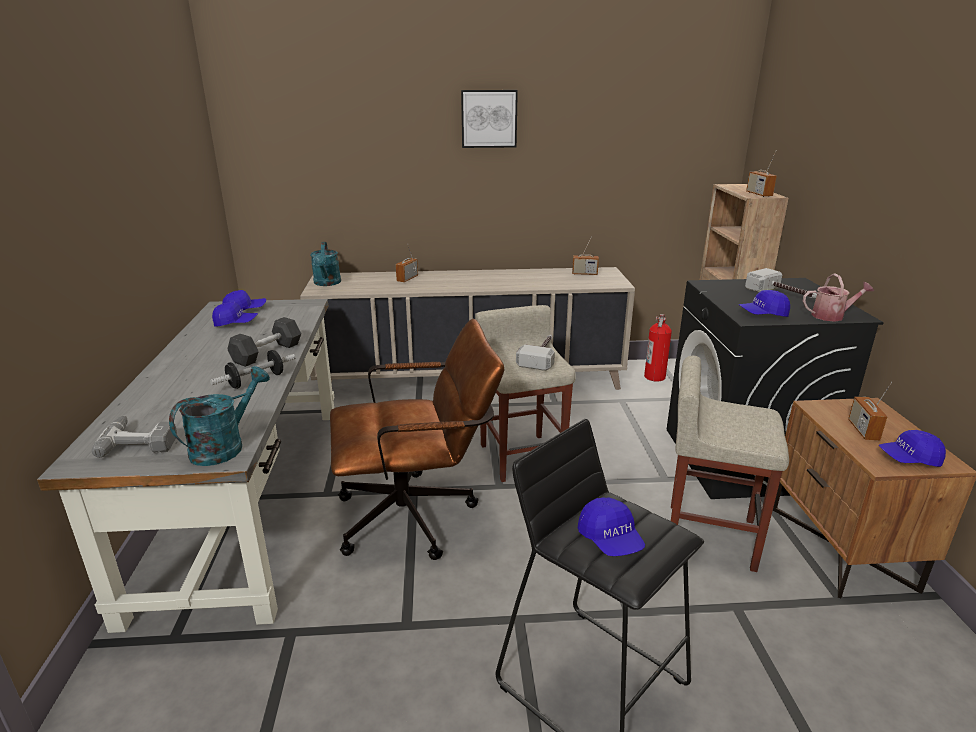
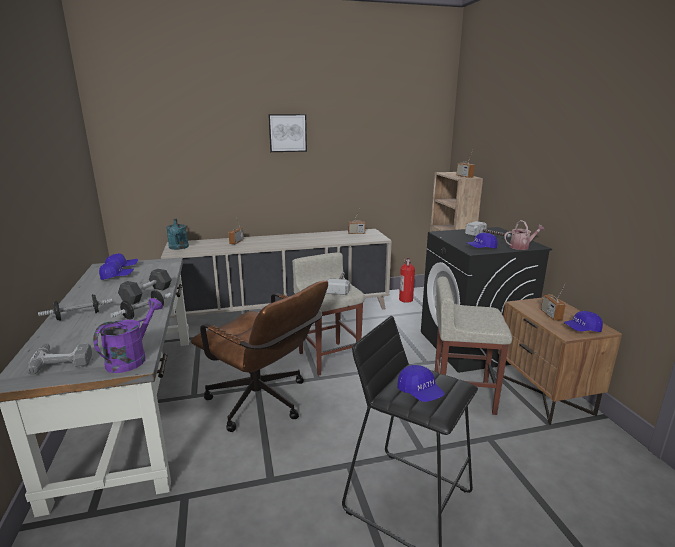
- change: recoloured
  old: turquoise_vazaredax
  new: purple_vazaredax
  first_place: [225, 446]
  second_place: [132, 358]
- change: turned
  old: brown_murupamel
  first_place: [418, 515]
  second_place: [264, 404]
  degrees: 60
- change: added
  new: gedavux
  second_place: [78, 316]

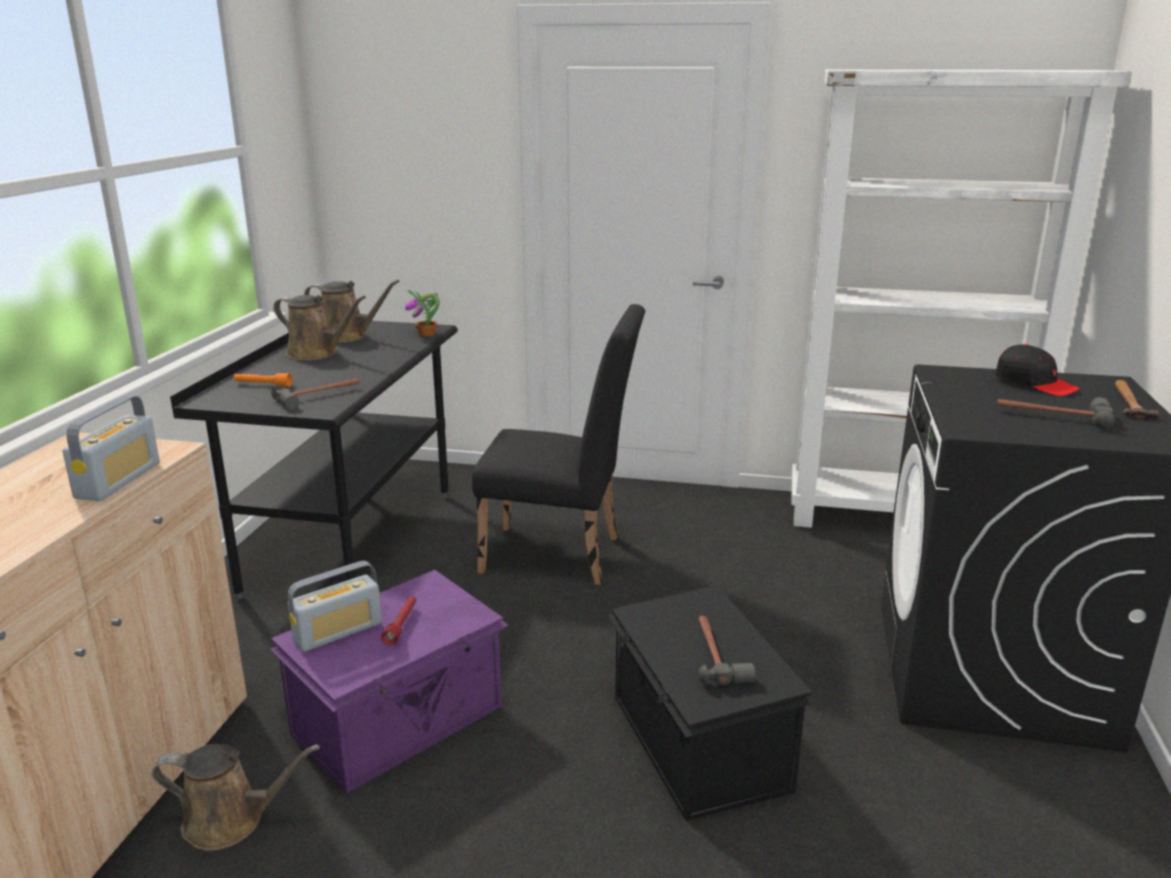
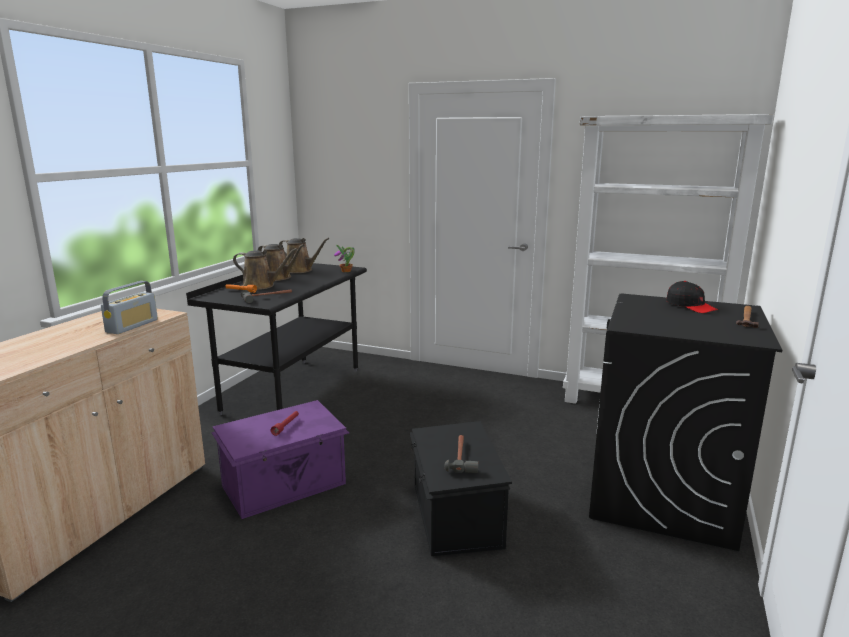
- change: moved
  old: brown_vazaredax
  first_place: [231, 821]
  second_place: [261, 286]
- change: removed
  old: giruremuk
  first_place: [338, 632]
- change: removed
  old: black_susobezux
  first_place: [561, 556]
- change: removed
  old: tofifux
  first_place: [1052, 416]

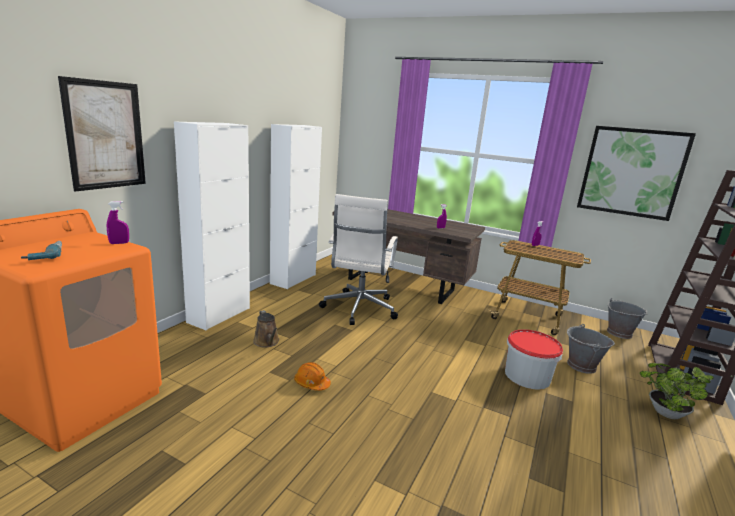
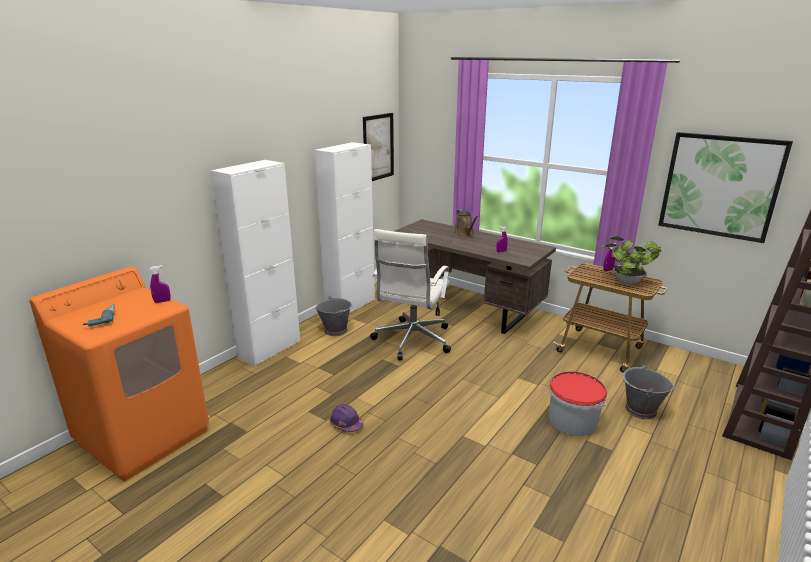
- change: moved
  old: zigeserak
  first_place: [105, 135]
  second_place: [378, 147]
- change: moved
  old: brown_vazaredax
  first_place: [267, 342]
  second_place: [464, 234]
- change: recoloured
  old: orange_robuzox
  new: purple_robuzox
  first_place: [311, 383]
  second_place: [346, 424]
- change: moved
  old: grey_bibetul
  first_place: [619, 333]
  second_place: [336, 330]
- change: moved
  old: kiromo
  first_place: [663, 413]
  second_place: [625, 282]

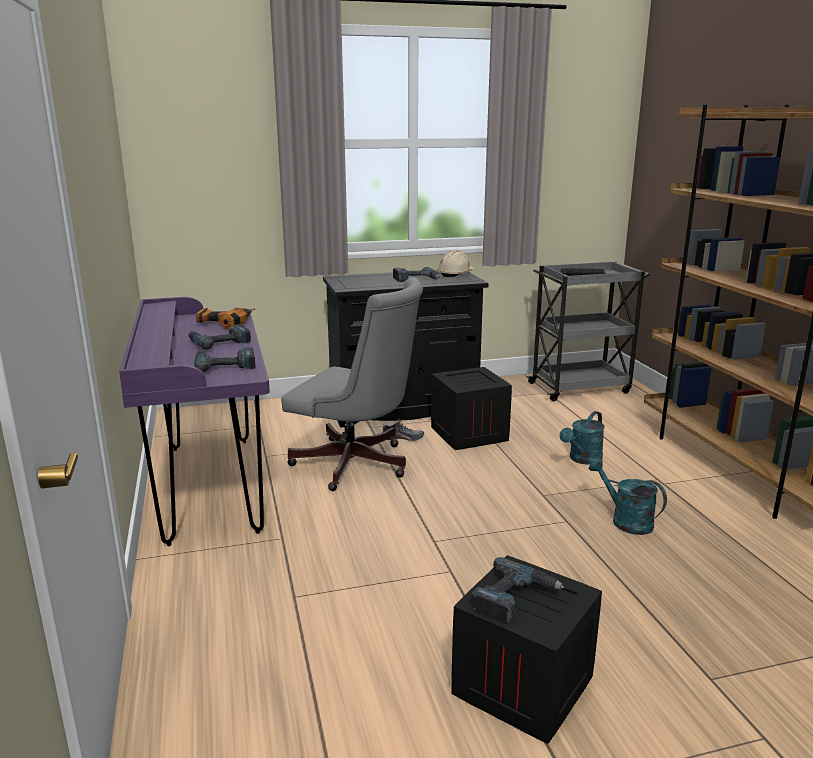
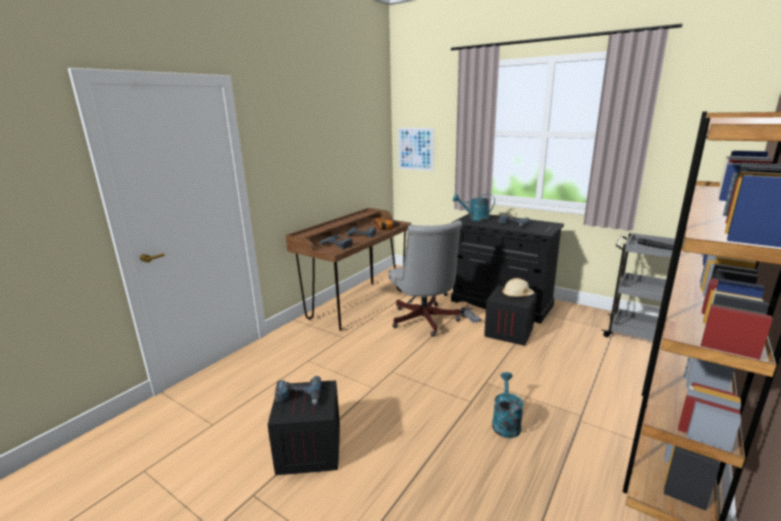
- change: recoloured
  old: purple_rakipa
  new: brown_rakipa
  first_place: [210, 487]
  second_place: [357, 304]
- change: moved
  old: beige_robuzox
  first_place: [455, 274]
  second_place: [517, 294]
- change: moved
  old: turquoise_vazaredax
  first_place: [582, 459]
  second_place: [475, 219]
- change: added
  new: zigeserak
  second_place: [415, 149]

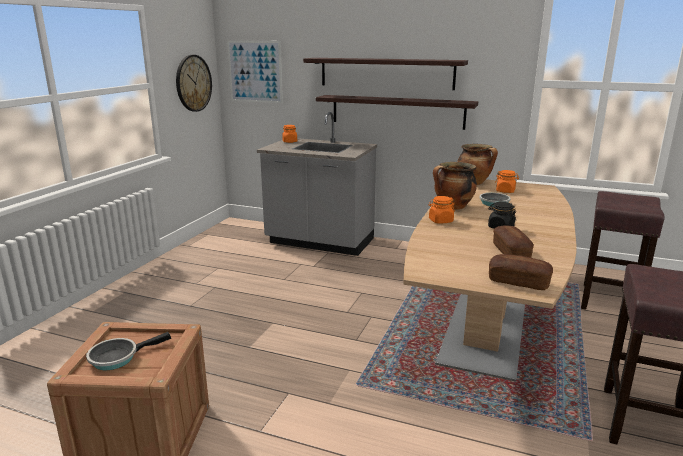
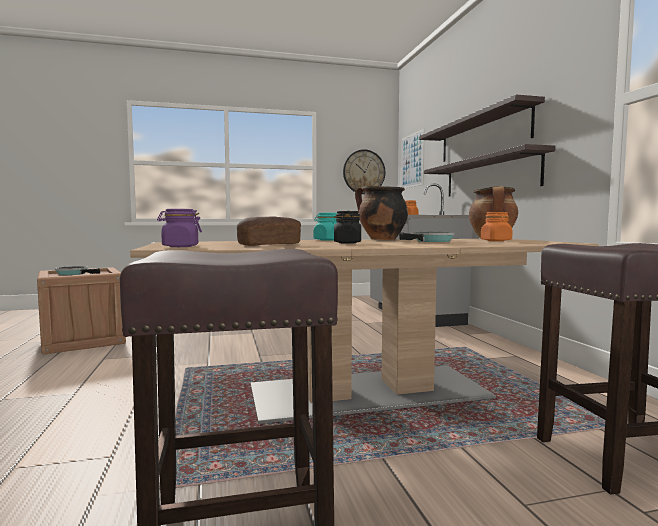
- change: recoloured
  old: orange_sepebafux
  new: turquoise_sepebafux
  first_place: [440, 221]
  second_place: [327, 240]
- change: replaced
  old: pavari
  new: purple_sepebafux
  first_place: [518, 282]
  second_place: [180, 246]

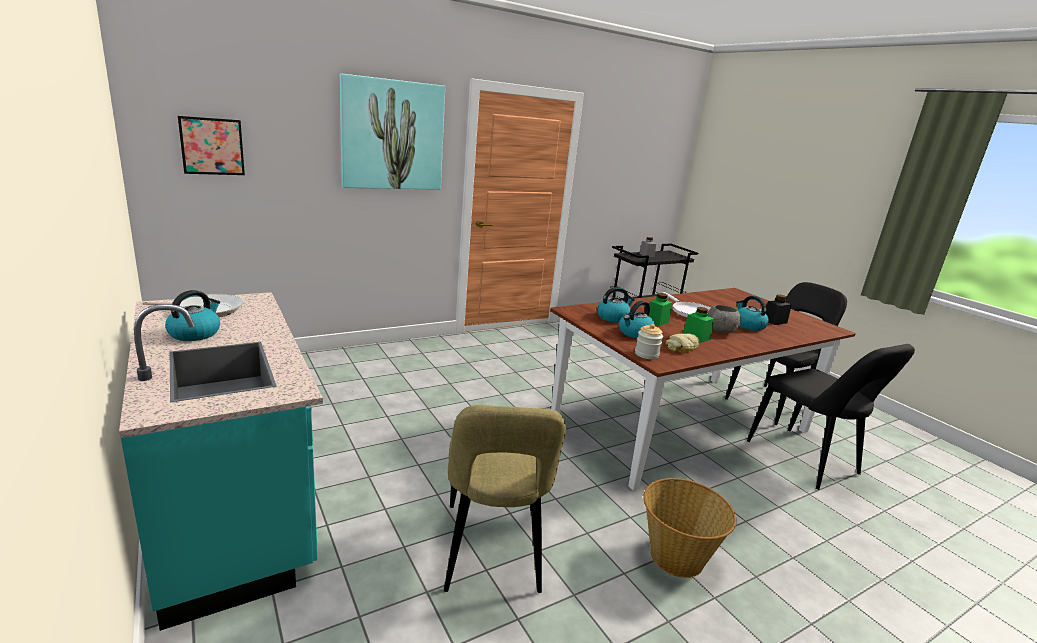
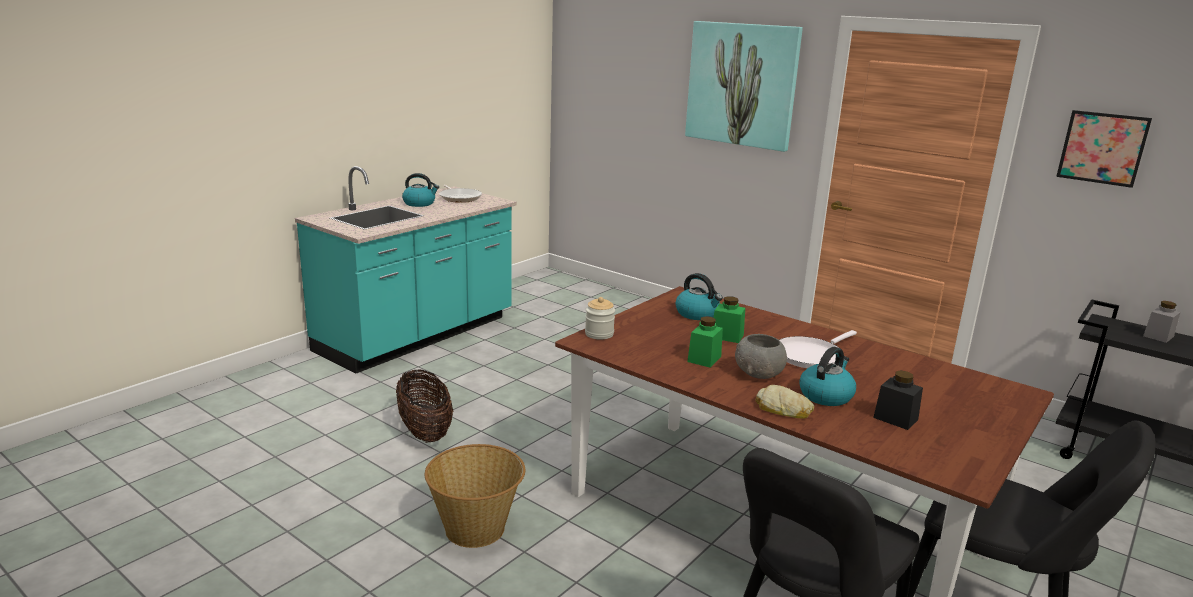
- change: moved
  old: zigeserak
  first_place: [212, 146]
  second_place: [1102, 148]
- change: replaced
  old: beige_susobezux
  new: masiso
  first_place: [492, 552]
  second_place: [425, 431]
- change: removed
  old: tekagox
  first_place: [635, 333]
- change: moved
  old: pavari
  first_place: [683, 347]
  second_place: [783, 409]

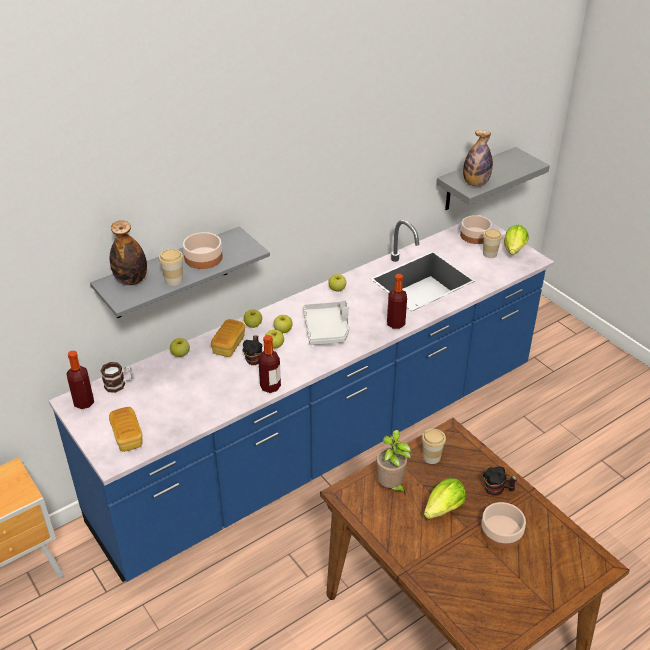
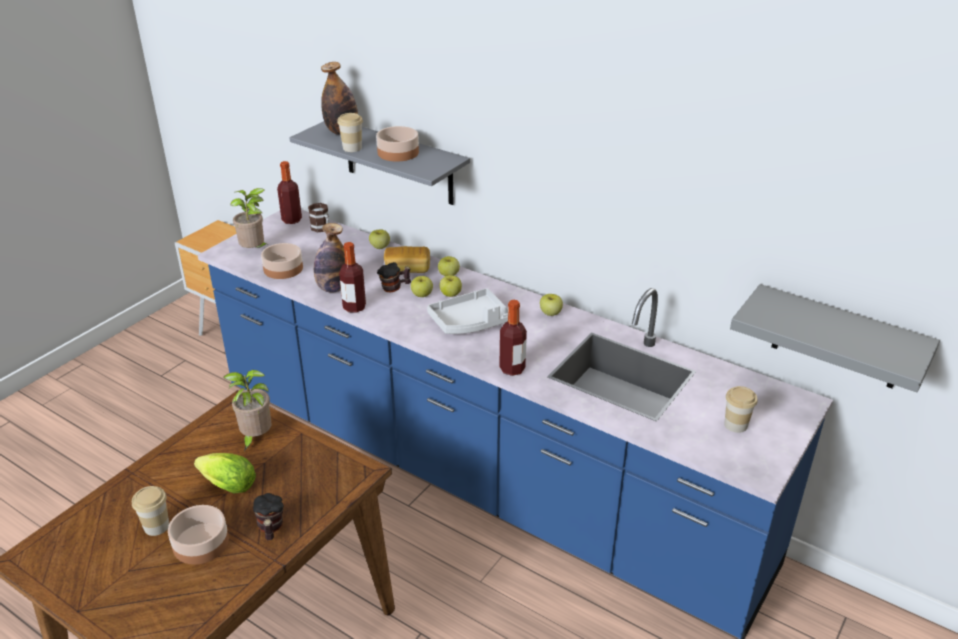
- change: replaced
  old: pavari
  new: kiromo
  first_place: [127, 437]
  second_place: [255, 250]
- change: moved
  old: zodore
  first_place: [431, 457]
  second_place: [156, 526]
- change: moved
  old: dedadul
  first_place: [474, 235]
  second_place: [283, 268]
- change: moved
  old: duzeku
  first_place: [475, 183]
  second_place: [333, 288]
- change: removed
  old: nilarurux
  first_place: [513, 251]

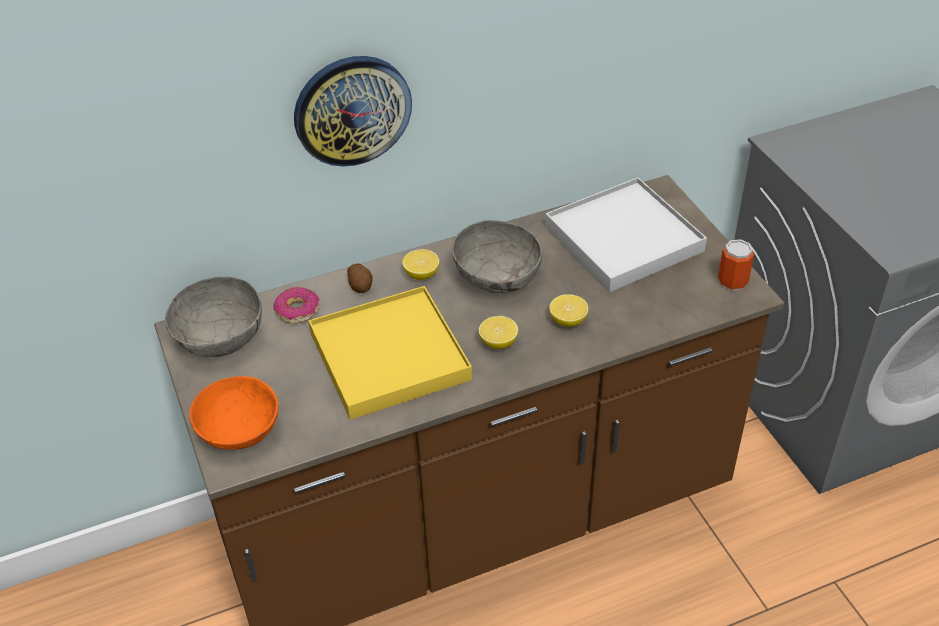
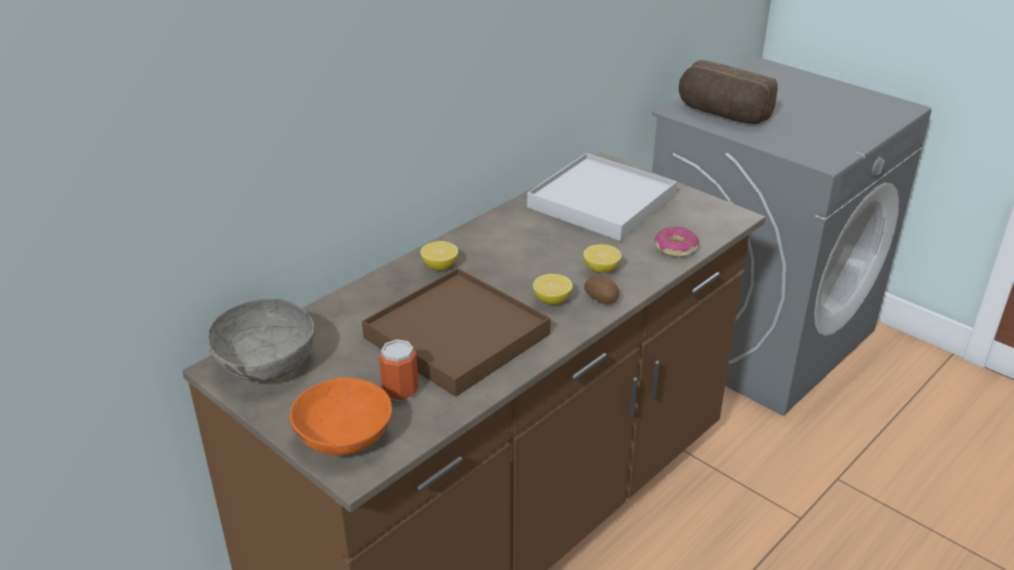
- change: moved
  old: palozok
  first_place: [297, 311]
  second_place: [675, 248]
- change: removed
  old: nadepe
  first_place: [352, 110]
- change: recoloured
  old: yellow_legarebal
  new: brown_legarebal
  first_place: [389, 356]
  second_place: [456, 336]
- change: moved
  old: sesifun
  first_place: [361, 285]
  second_place: [602, 298]
- change: removed
  old: grey_dedadul
  first_place: [497, 276]
- change: moved
  old: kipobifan
  first_place: [732, 281]
  second_place: [400, 391]
- change: added
  new: pavari
  second_place: [722, 114]

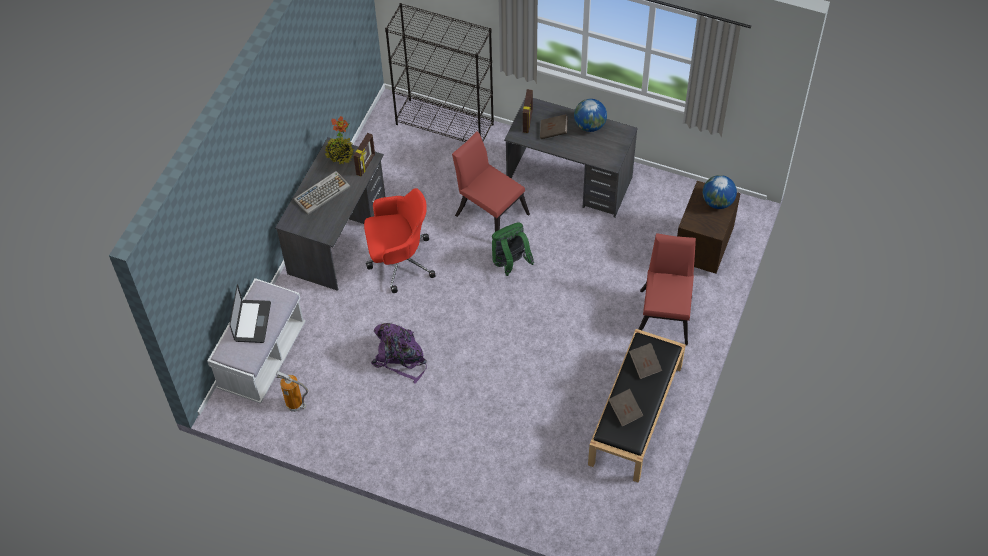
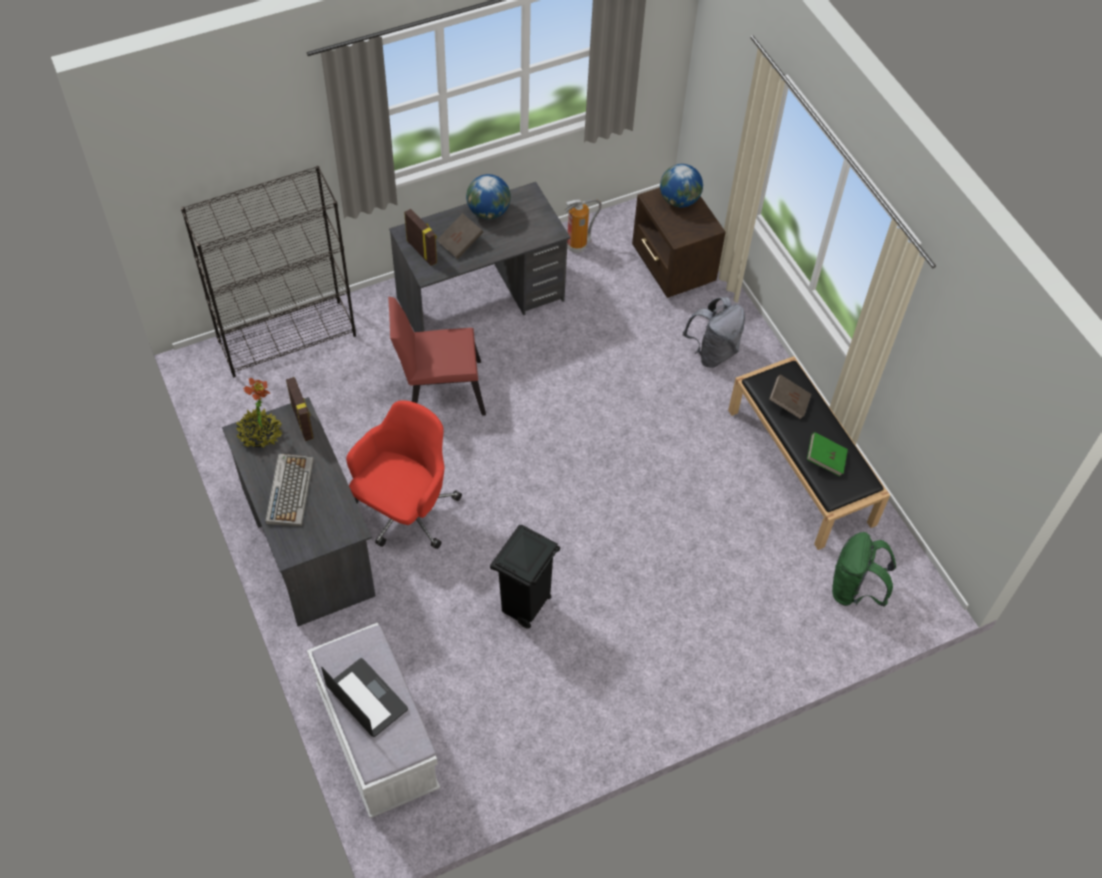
- change: moved
  old: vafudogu
  first_place: [296, 405]
  second_place: [577, 246]
- change: replaced
  old: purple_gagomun
  new: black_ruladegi
  first_place: [400, 358]
  second_place: [524, 607]
- change: moved
  old: green_gagomun
  first_place: [510, 263]
  second_place: [854, 590]
- change: recoloured
  old: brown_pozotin
  new: green_pozotin
  first_place: [625, 411]
  second_place: [825, 459]
- change: replaced
  old: red_susobezux
  new: grey_gagomun
  first_place: [665, 313]
  second_place: [713, 352]

